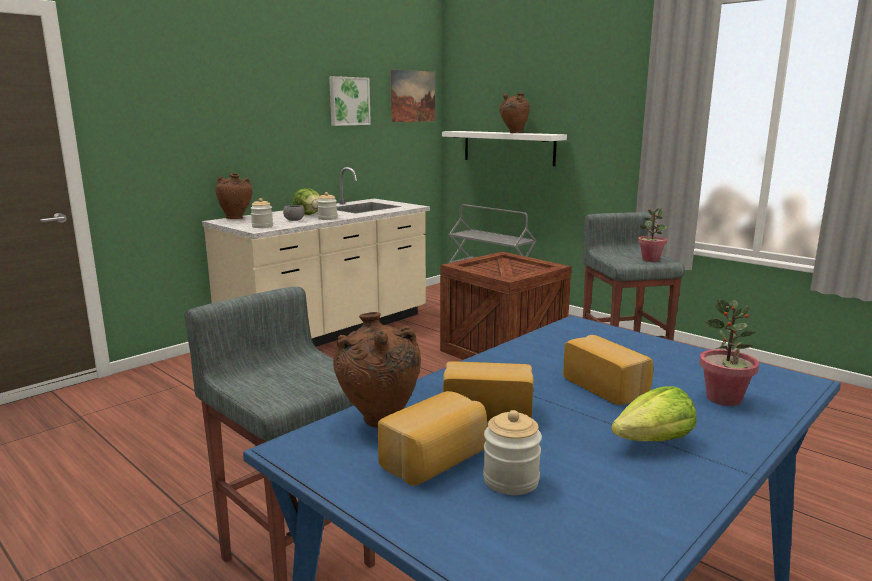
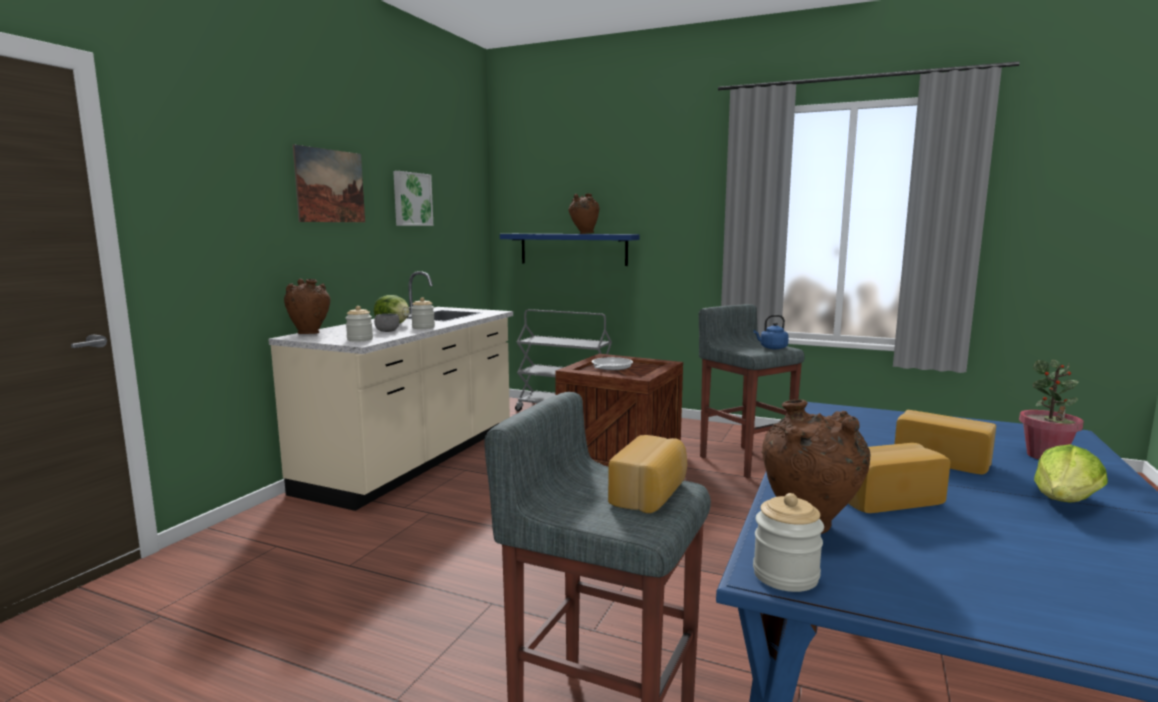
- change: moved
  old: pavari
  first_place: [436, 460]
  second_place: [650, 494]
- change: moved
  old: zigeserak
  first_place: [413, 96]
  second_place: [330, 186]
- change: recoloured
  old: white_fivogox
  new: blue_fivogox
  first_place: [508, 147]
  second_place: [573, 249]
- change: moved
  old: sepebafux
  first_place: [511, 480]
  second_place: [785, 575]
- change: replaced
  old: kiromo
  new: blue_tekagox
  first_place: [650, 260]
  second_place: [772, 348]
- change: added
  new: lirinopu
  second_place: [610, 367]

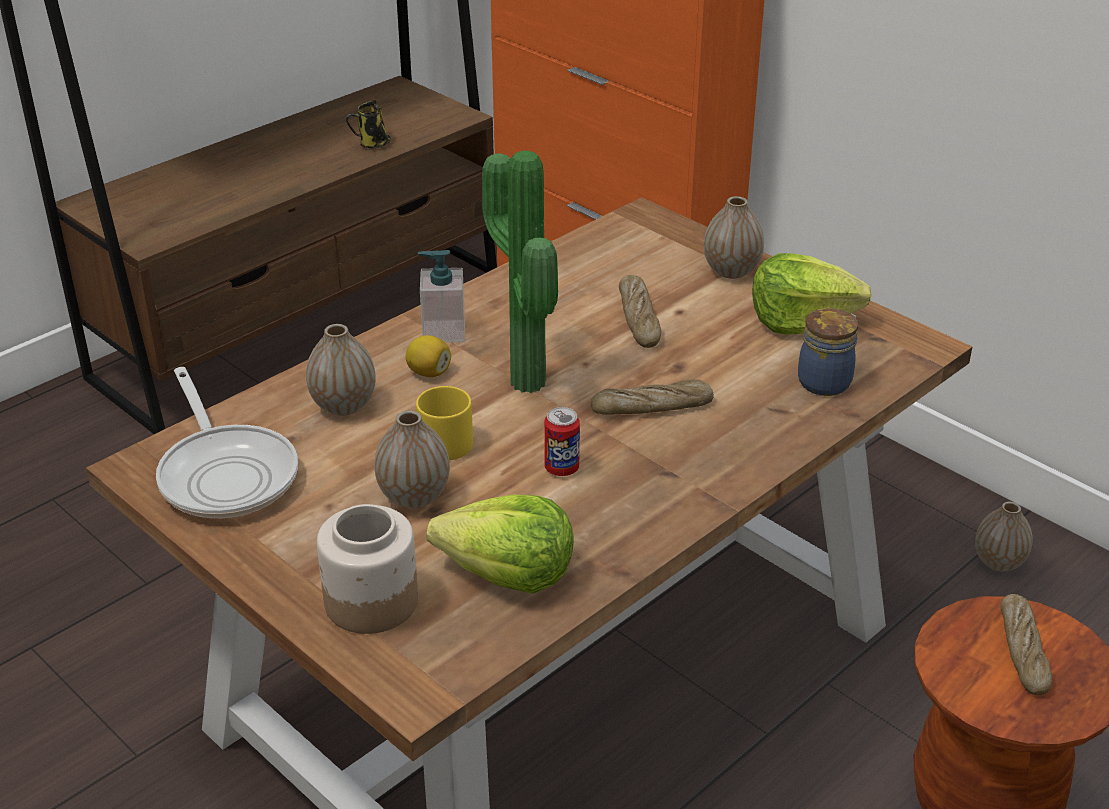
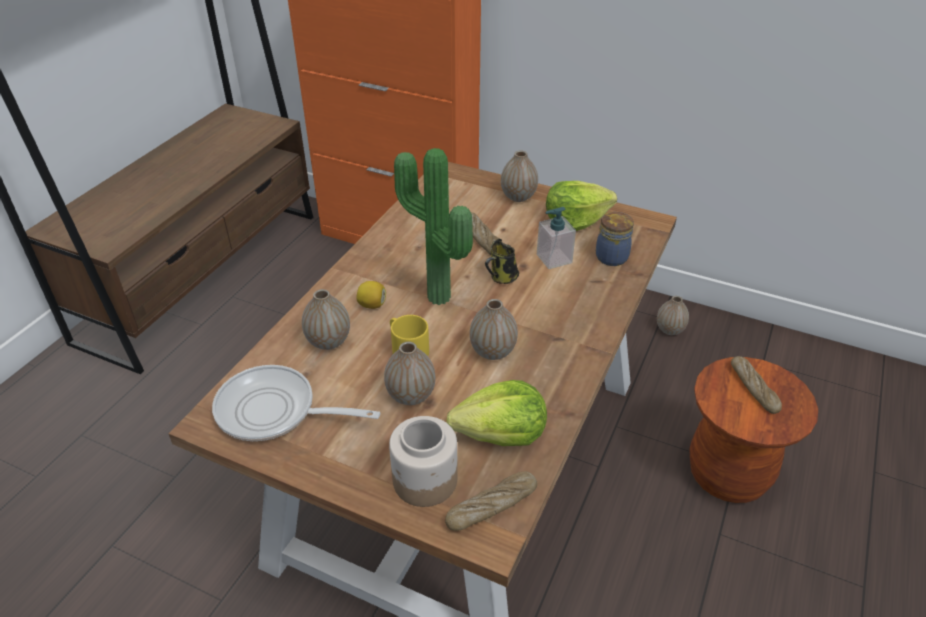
- change: turned
  old: lirinopu
  first_place: [226, 473]
  second_place: [274, 411]
  degrees: 150
- change: moved
  old: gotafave
  first_place: [372, 144]
  second_place: [502, 278]
- change: moved
  old: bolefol
  first_place: [443, 331]
  second_place: [554, 259]
- change: replaced
  old: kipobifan
  new: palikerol
  first_place: [561, 468]
  second_place: [493, 351]
- change: moved
  old: pavari
  first_place: [652, 408]
  second_place: [492, 506]

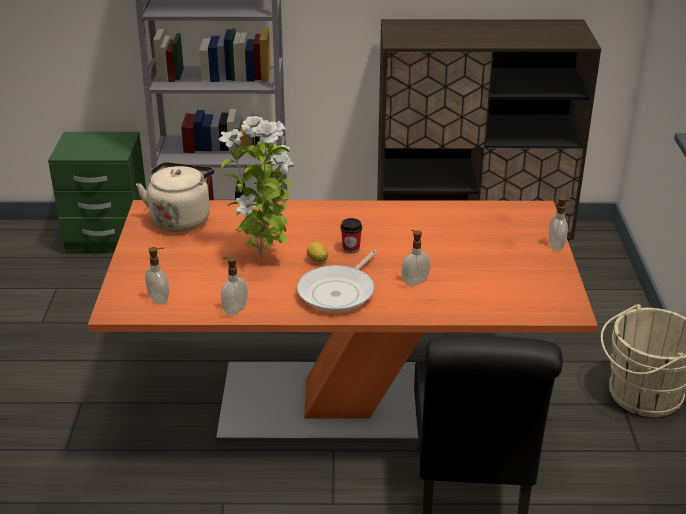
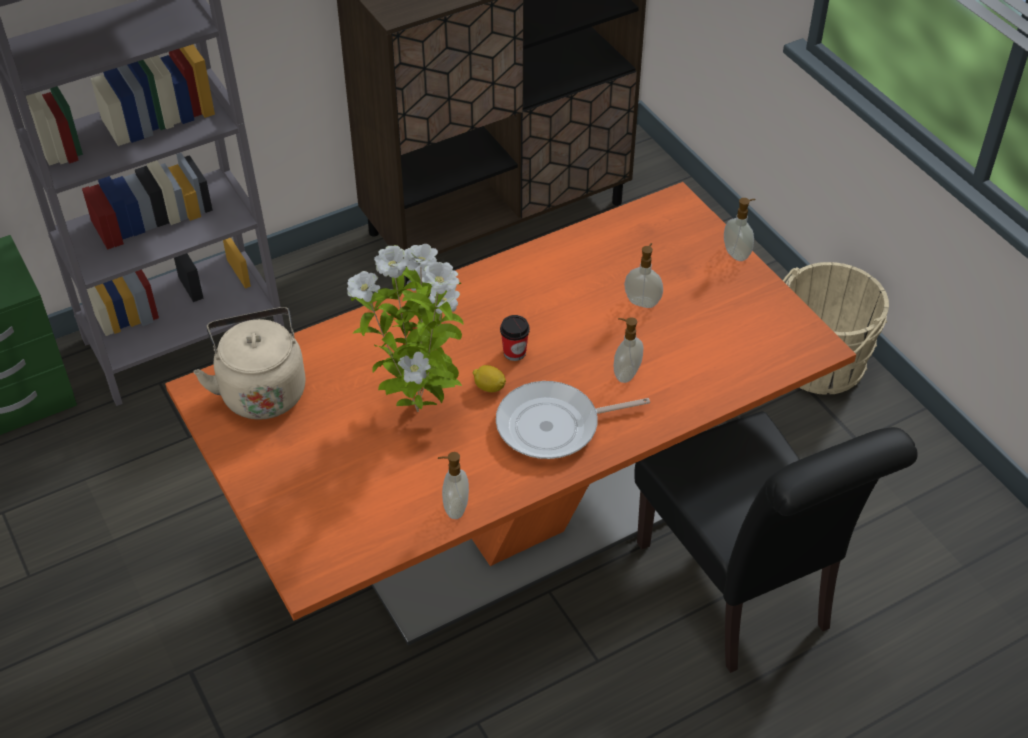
- change: moved
  old: bolefol
  first_place: [159, 299]
  second_place: [642, 301]
- change: turned
  old: lirinopu
  first_place: [339, 292]
  second_place: [554, 426]
  degrees: 75

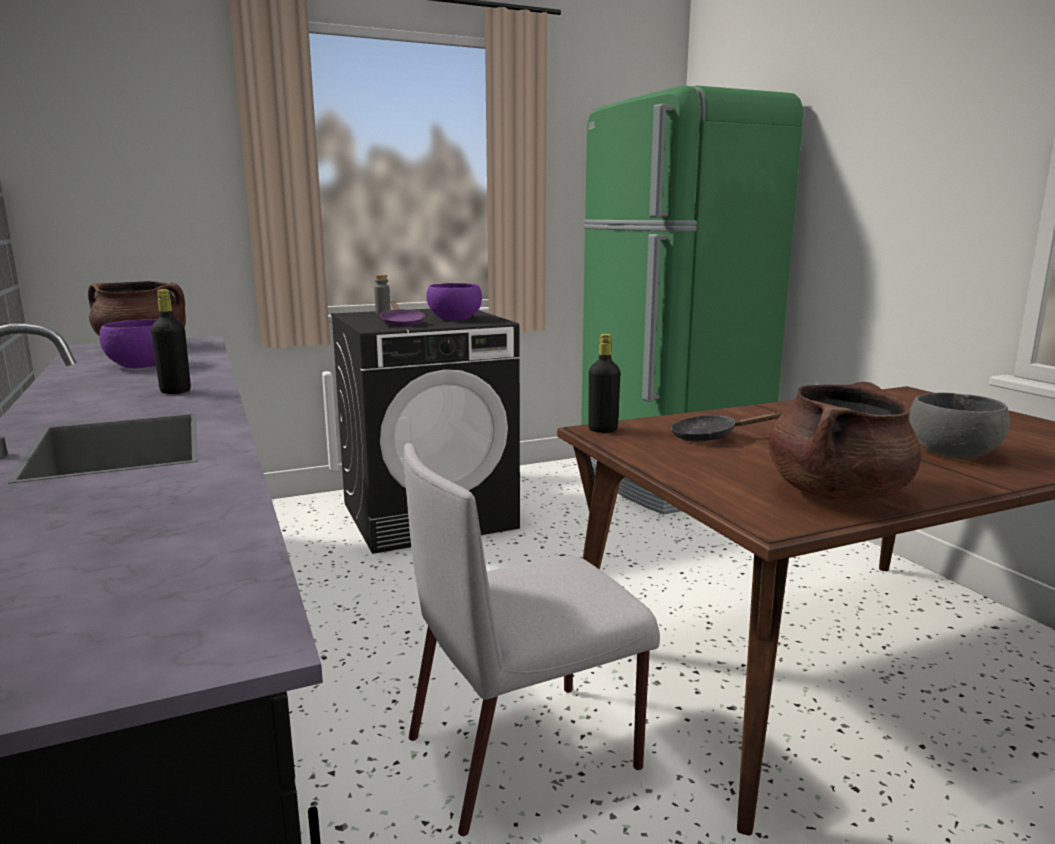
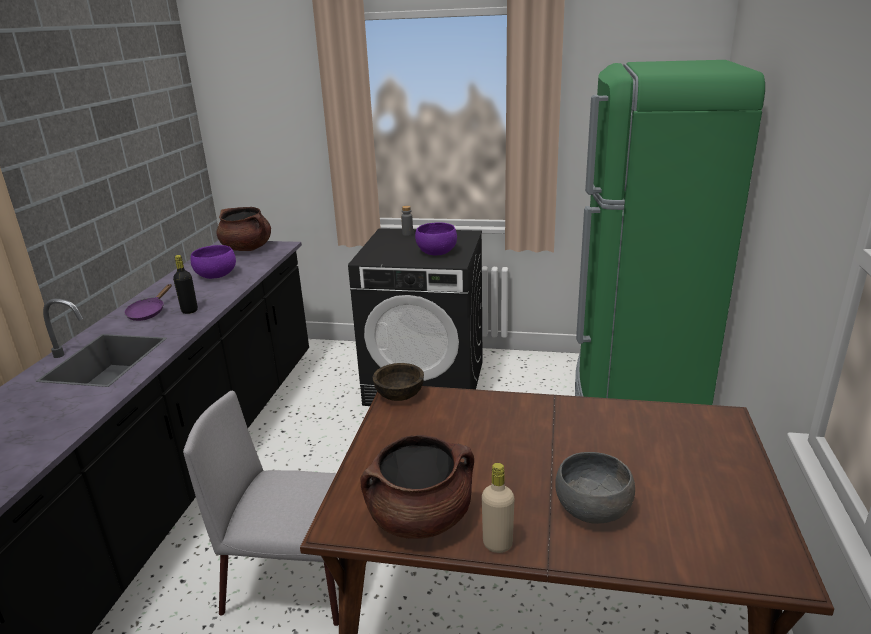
- change: moved
  old: purple_lirinopu
  first_place: [401, 324]
  second_place: [148, 312]
- change: replaced
  old: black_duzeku
  new: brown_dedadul
  first_place: [603, 430]
  second_place: [399, 395]
- change: removed
  old: black_lirinopu
  first_place: [710, 437]
- change: added
  new: beige_duzeku
  second_place: [497, 544]

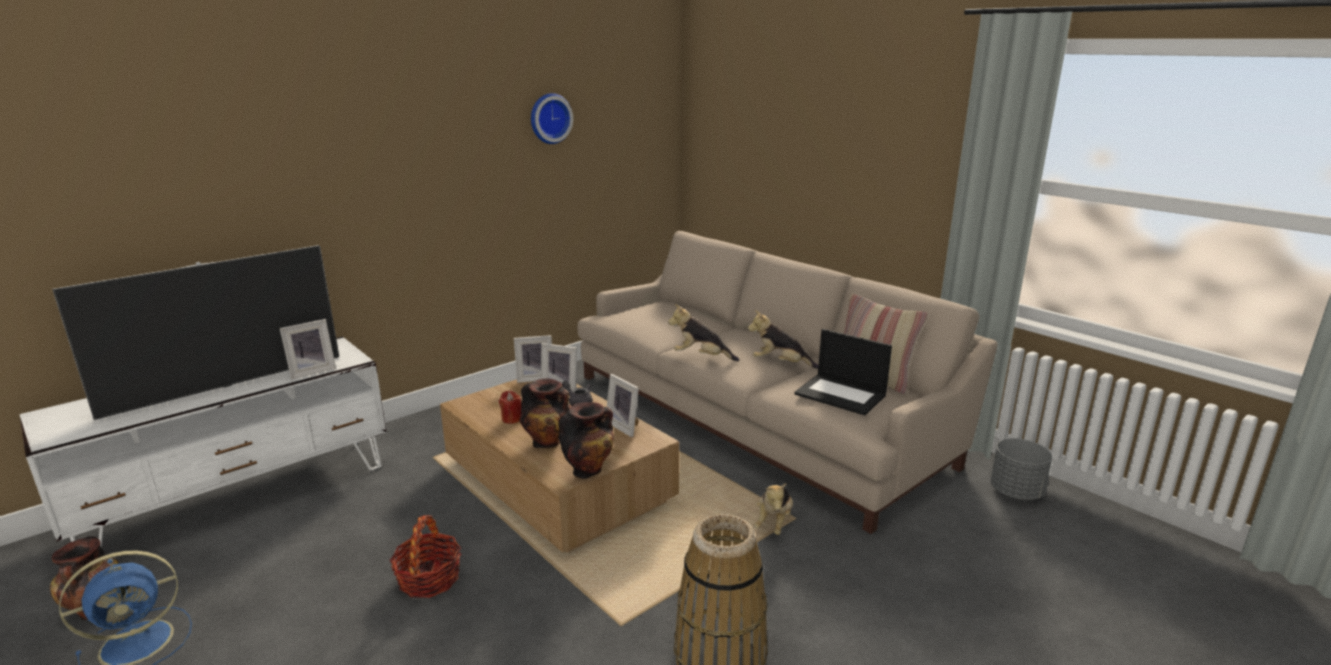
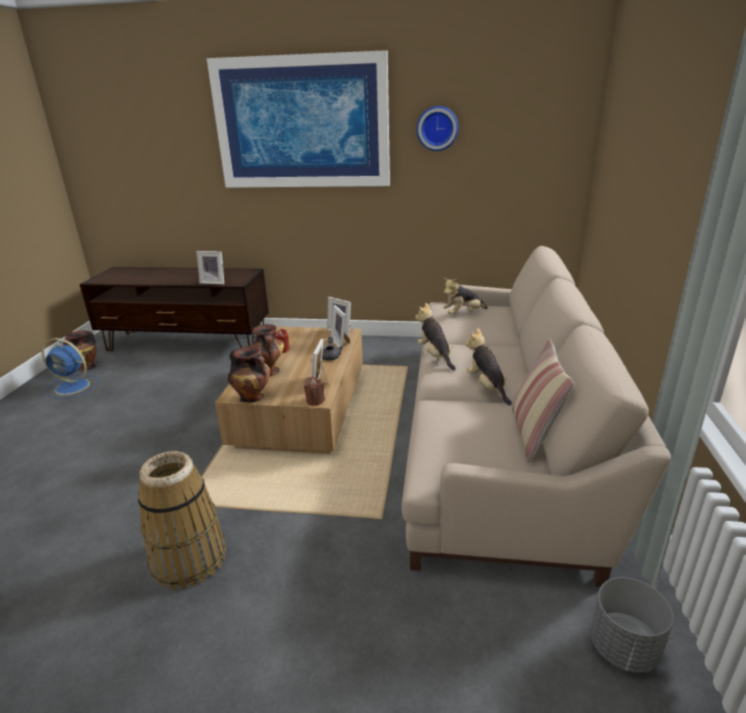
- change: recoloured
  old: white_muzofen
  new: brown_muzofen
  first_place: [239, 497]
  second_place: [187, 343]
- change: removed
  old: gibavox
  first_place: [227, 386]
- change: removed
  old: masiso
  first_place: [429, 579]
- change: moved
  old: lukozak
  first_place: [774, 523]
  second_place: [463, 313]
- change: removed
  old: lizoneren
  first_place: [841, 394]
- change: added
  new: zigeserak
  second_place: [302, 123]
- change: added
  new: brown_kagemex
  second_place: [315, 401]

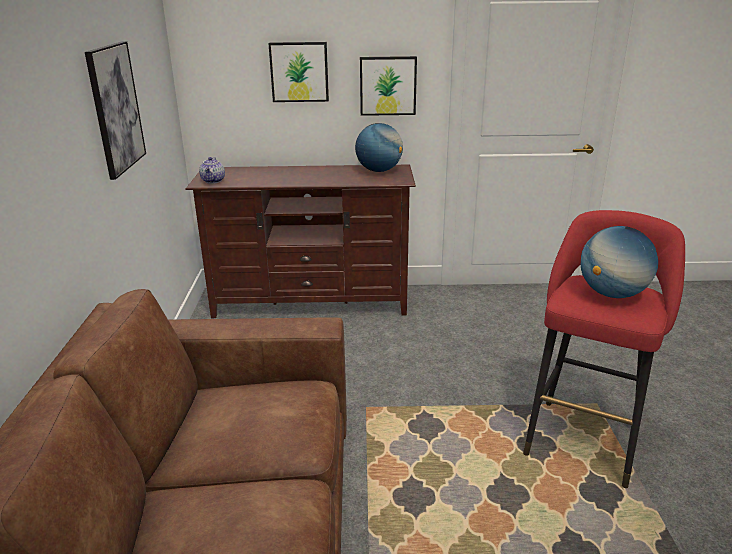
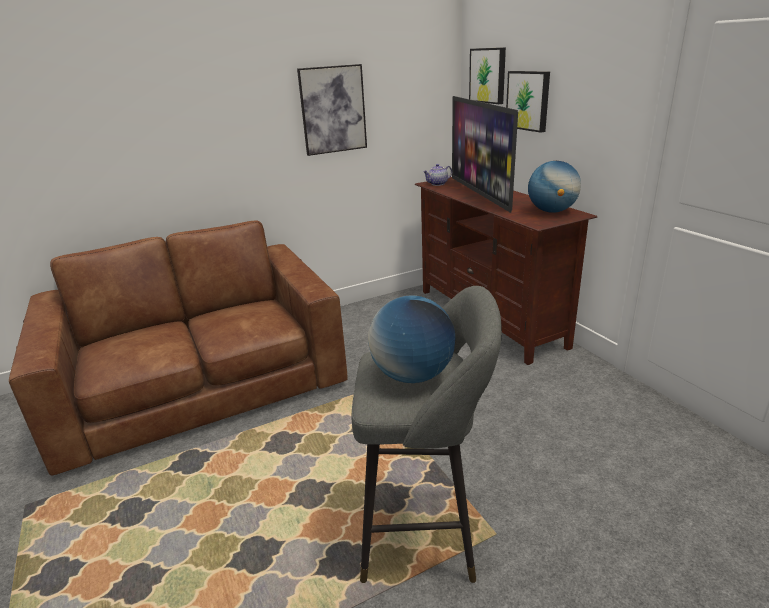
- change: moved
  old: zigeserak
  first_place: [388, 85]
  second_place: [488, 75]
- change: recoloured
  old: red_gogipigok
  new: grey_gogipigok
  first_place: [584, 437]
  second_place: [425, 533]
- change: added
  new: gibavox
  second_place: [480, 193]

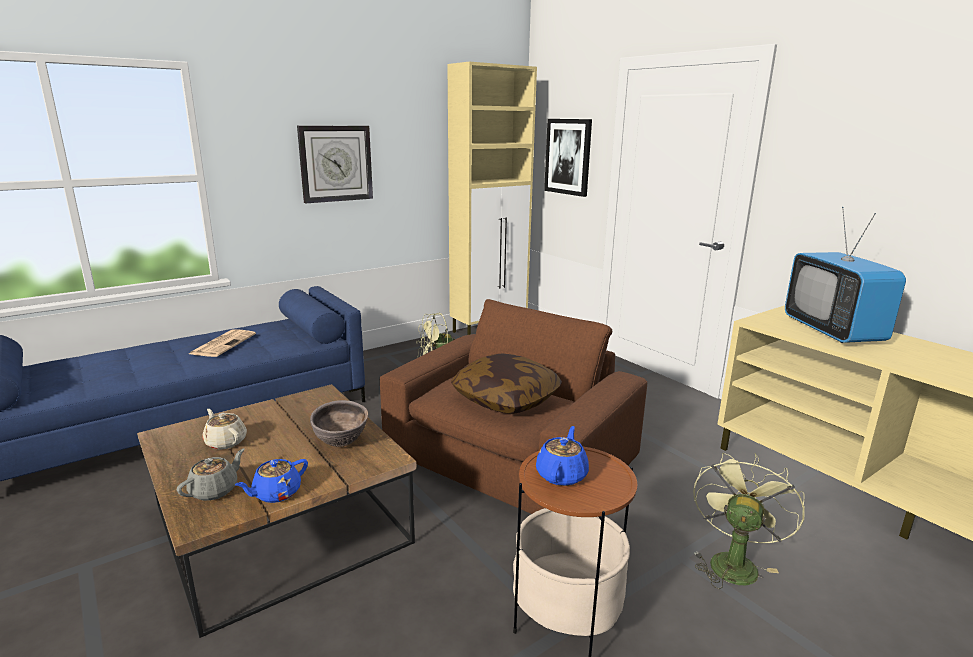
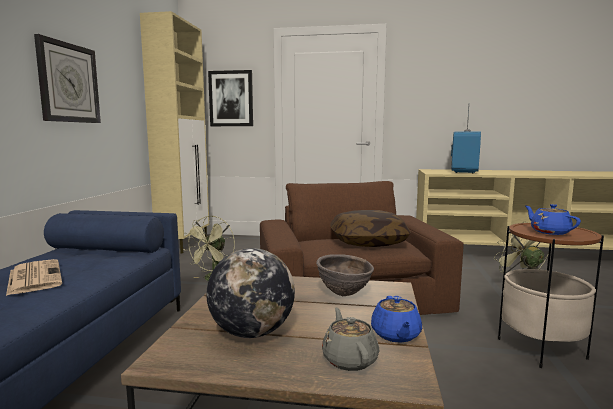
- change: replaced
  old: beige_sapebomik
  new: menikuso
  first_place: [225, 442]
  second_place: [252, 332]
- change: turned
  old: gibavox
  first_place: [832, 331]
  second_place: [464, 171]
  degrees: -105

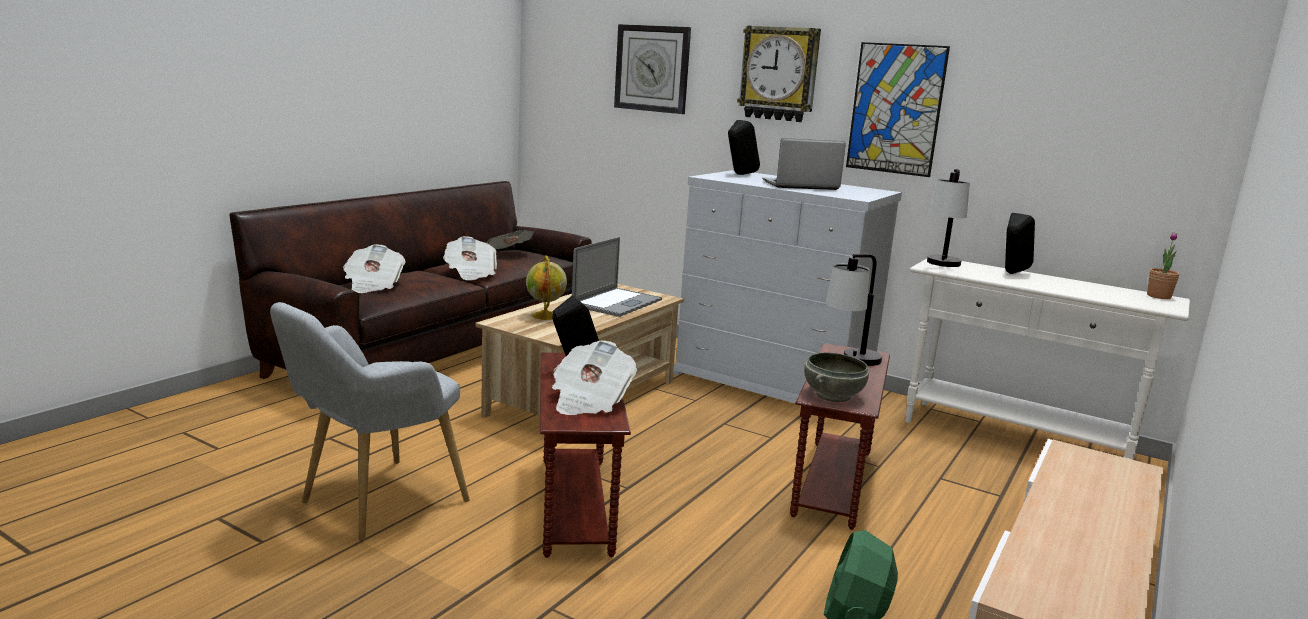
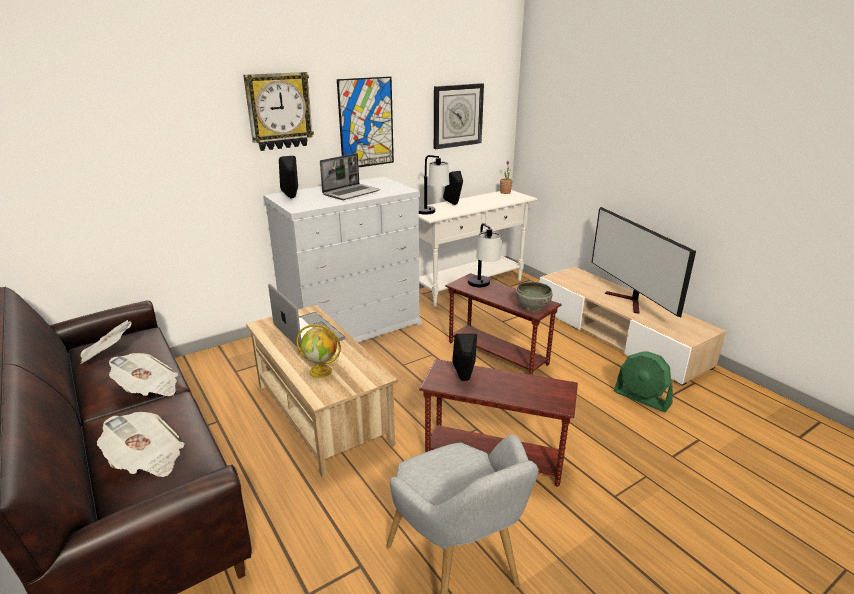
- change: removed
  old: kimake
  first_place: [589, 401]
- change: moved
  old: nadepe
  first_place: [652, 68]
  second_place: [457, 115]
- change: turned
  old: lizoneren
  first_place: [799, 185]
  second_place: [351, 193]
  degrees: -150
- change: added
  new: gibavox
  second_place: [629, 302]

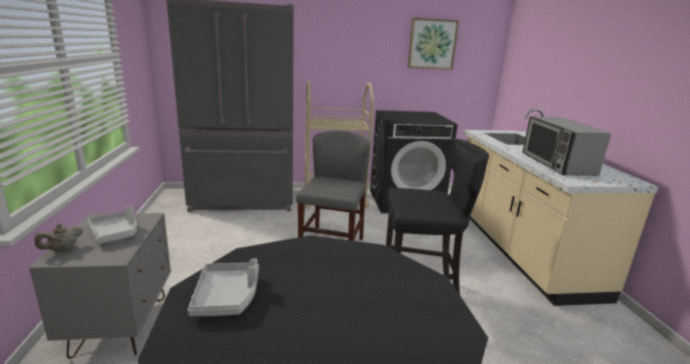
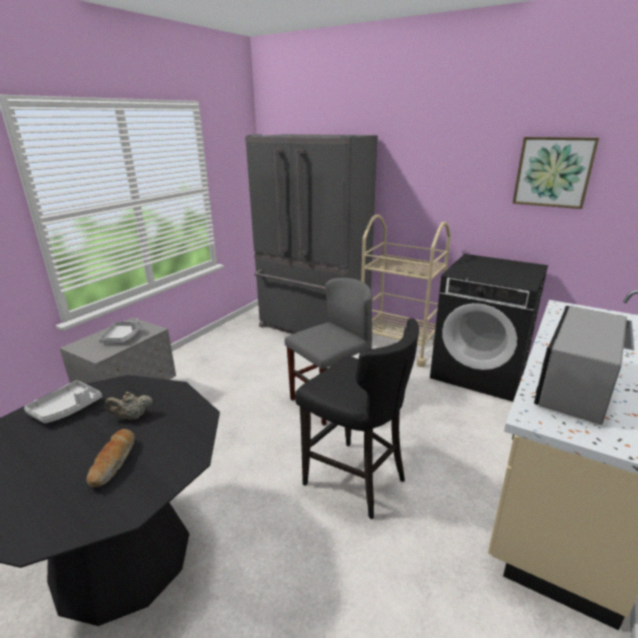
- change: moved
  old: beige_sapebomik
  first_place: [63, 250]
  second_place: [132, 417]
- change: added
  new: pavari
  second_place: [114, 463]

